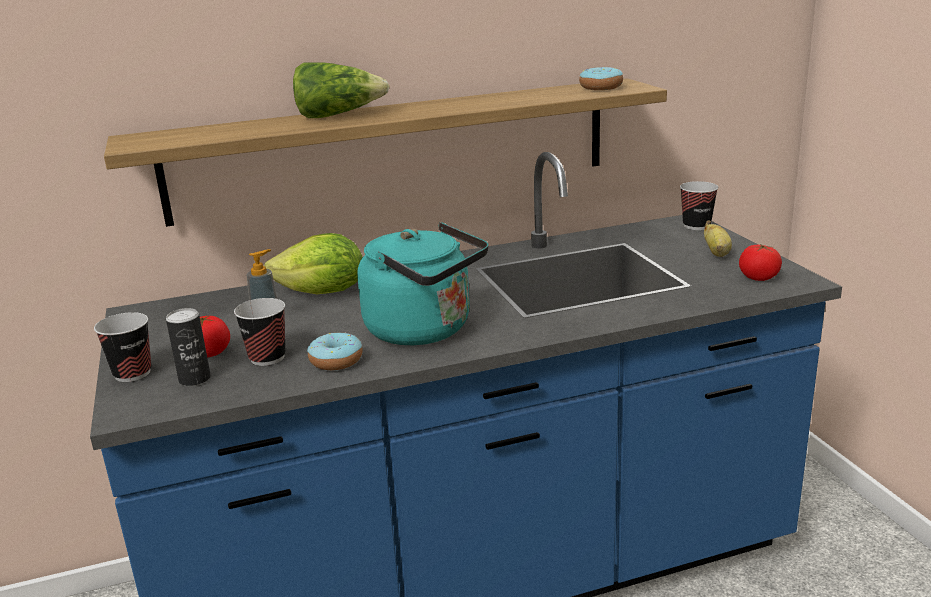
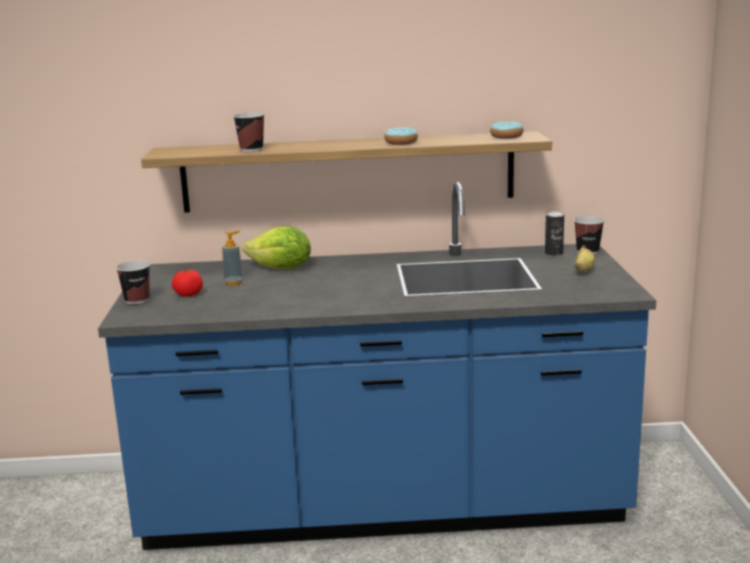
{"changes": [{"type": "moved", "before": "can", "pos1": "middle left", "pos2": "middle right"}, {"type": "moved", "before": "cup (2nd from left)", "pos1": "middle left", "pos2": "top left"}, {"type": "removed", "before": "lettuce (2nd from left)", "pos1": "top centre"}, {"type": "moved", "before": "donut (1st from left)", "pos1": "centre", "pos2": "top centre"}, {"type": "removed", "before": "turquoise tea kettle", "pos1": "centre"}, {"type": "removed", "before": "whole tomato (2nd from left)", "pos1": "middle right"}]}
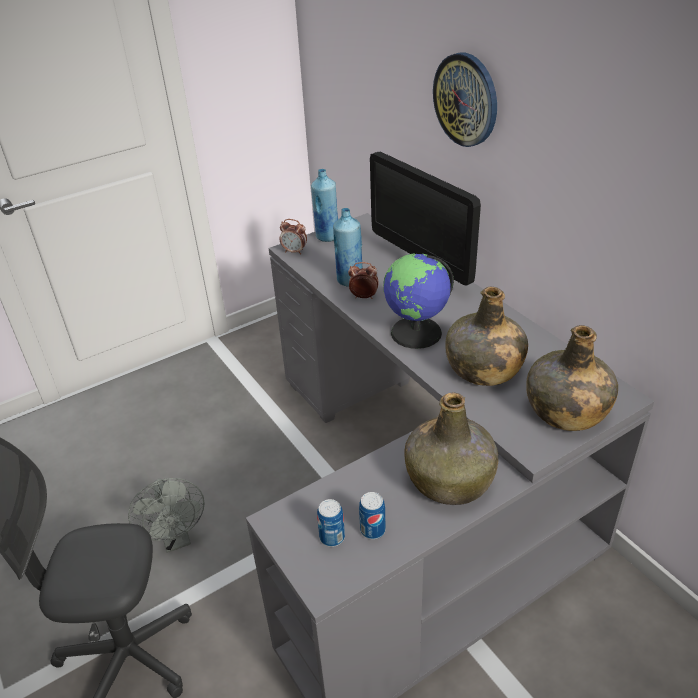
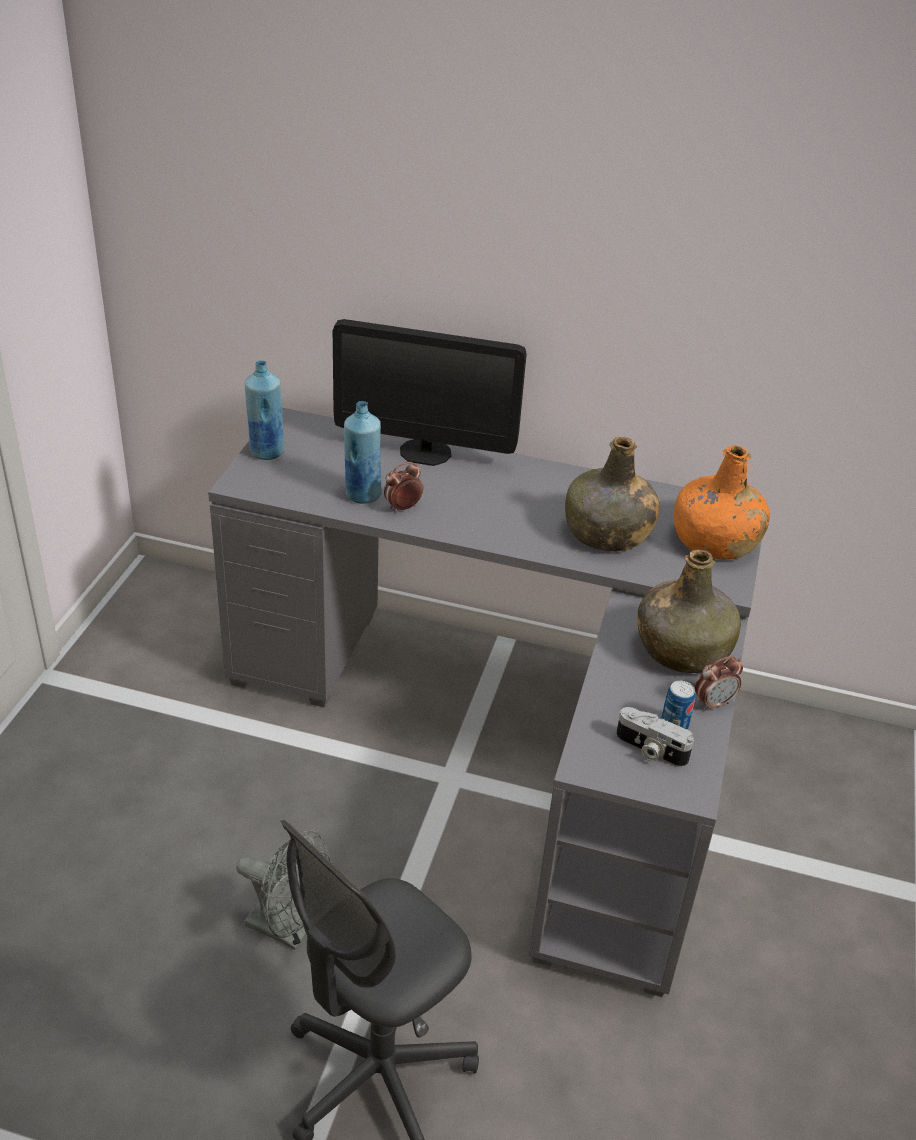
{"changes": [{"type": "moved", "before": "table clock (1st from left in the first image)", "after": "table clock (2nd from left)", "pos1": "centre", "pos2": "middle right"}, {"type": "replaced", "before": "can (1st from left)", "after": "still camera", "pos1": "bottom centre", "pos2": "middle right"}, {"type": "removed", "before": "world globe", "pos1": "centre"}, {"type": "removed", "before": "clock on the wall", "pos1": "top centre"}, {"type": "recoloured", "before": "green-coloured bottle (3rd from left)", "after": "orange bottle", "pos1": "middle right", "pos2": "middle right"}]}
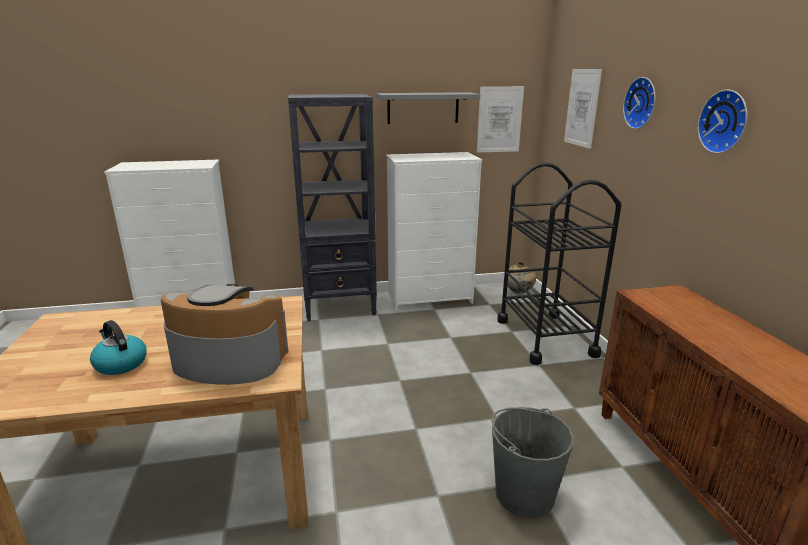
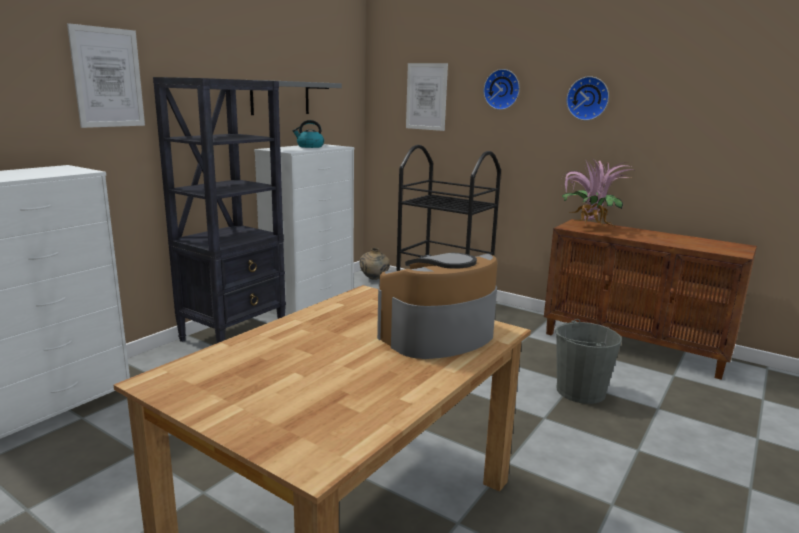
{"changes": [{"type": "moved", "before": "tea kettle", "pos1": "middle left", "pos2": "top centre"}, {"type": "moved", "before": "wall picture (1st from left)", "pos1": "top centre", "pos2": "top left"}, {"type": "added", "after": "potted plant", "pos2": "middle right"}]}
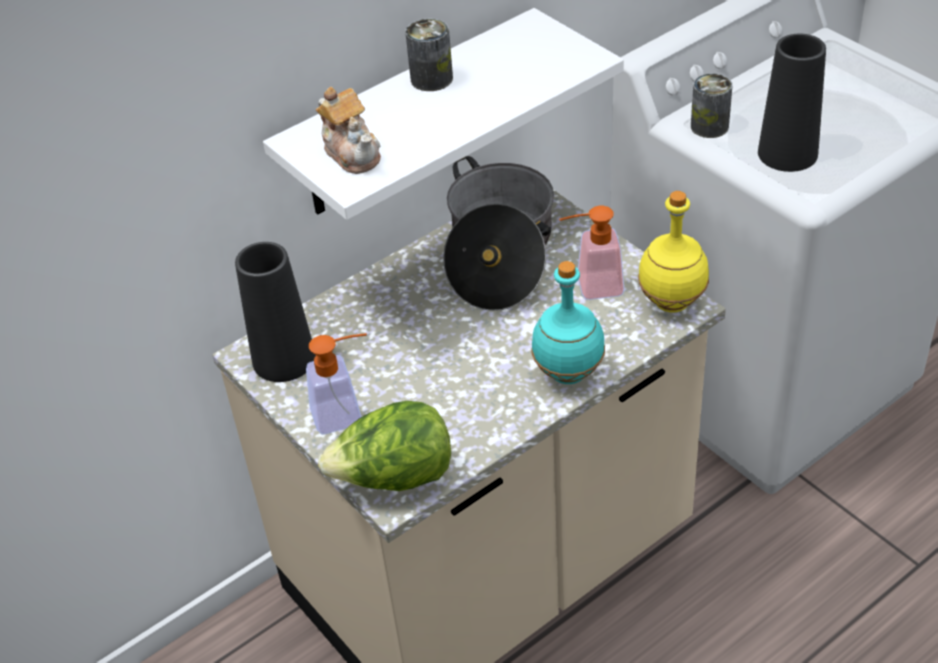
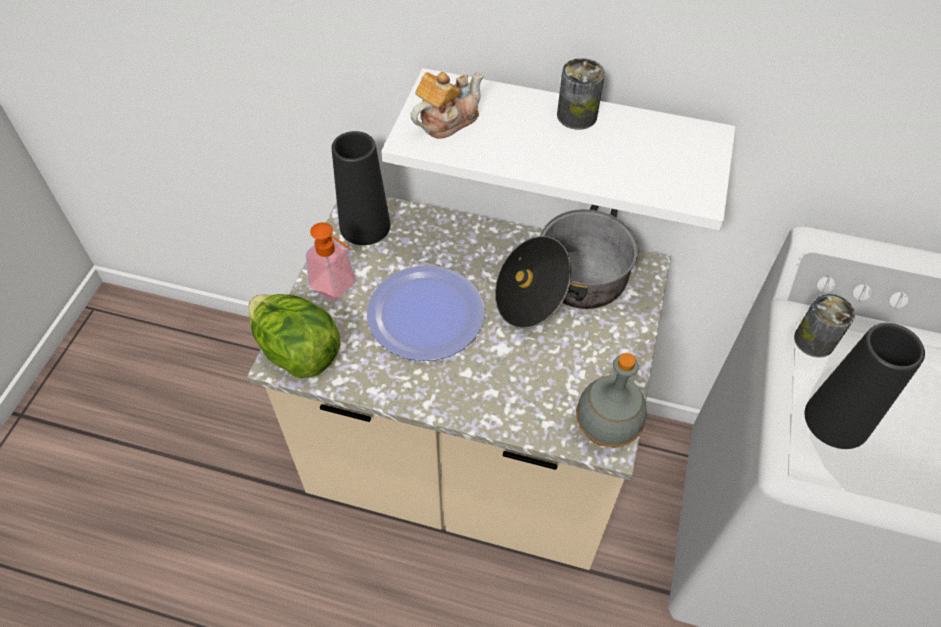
{"changes": [{"type": "turned", "before": "pot for tea", "pos1": "top centre", "pos2": "top centre", "turn": -150}, {"type": "removed", "before": "turquoise bottle", "pos1": "centre"}, {"type": "removed", "before": "soap bottle (2nd from left)", "pos1": "centre"}, {"type": "recoloured", "before": "yellowish bottle", "after": "grey bottle", "pos1": "middle right", "pos2": "centre"}, {"type": "added", "after": "dinner plate", "pos2": "centre"}]}
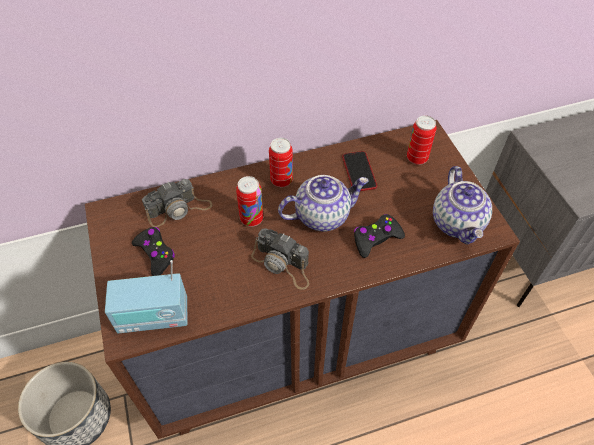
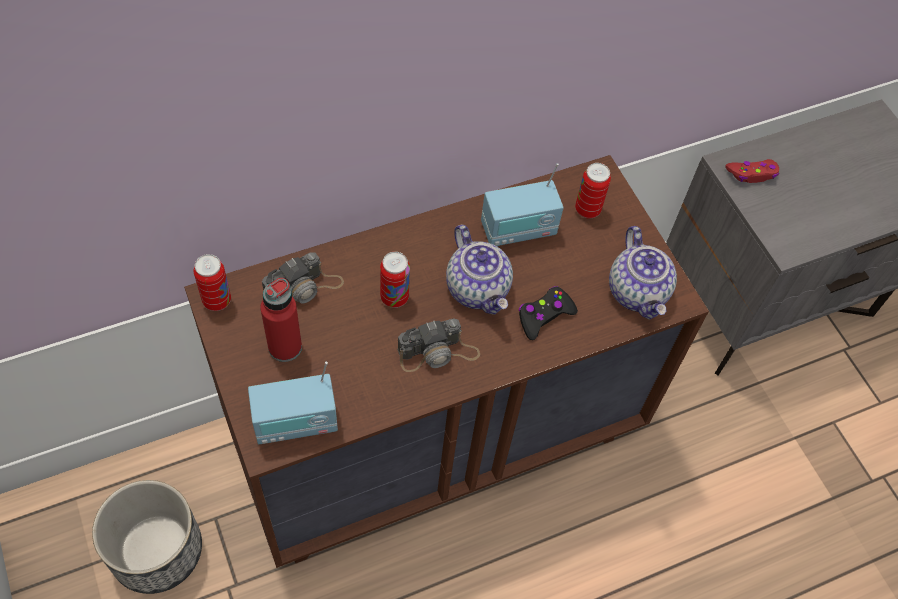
{"changes": [{"type": "replaced", "before": "blackish game controller (1st from left)", "after": "reddish bottle", "pos1": "middle left", "pos2": "middle left"}, {"type": "turned", "before": "still camera (2nd from left)", "pos1": "centre", "pos2": "centre", "turn": -45}, {"type": "moved", "before": "can (2nd from left in the first image)", "after": "can (1st from left)", "pos1": "centre", "pos2": "middle left"}, {"type": "turned", "before": "pot for tea (1st from left)", "pos1": "centre", "pos2": "centre", "turn": 90}, {"type": "replaced", "before": "phone", "after": "radio set (2nd from left)", "pos1": "centre", "pos2": "centre"}, {"type": "added", "after": "reddish game controller", "pos2": "top right"}]}
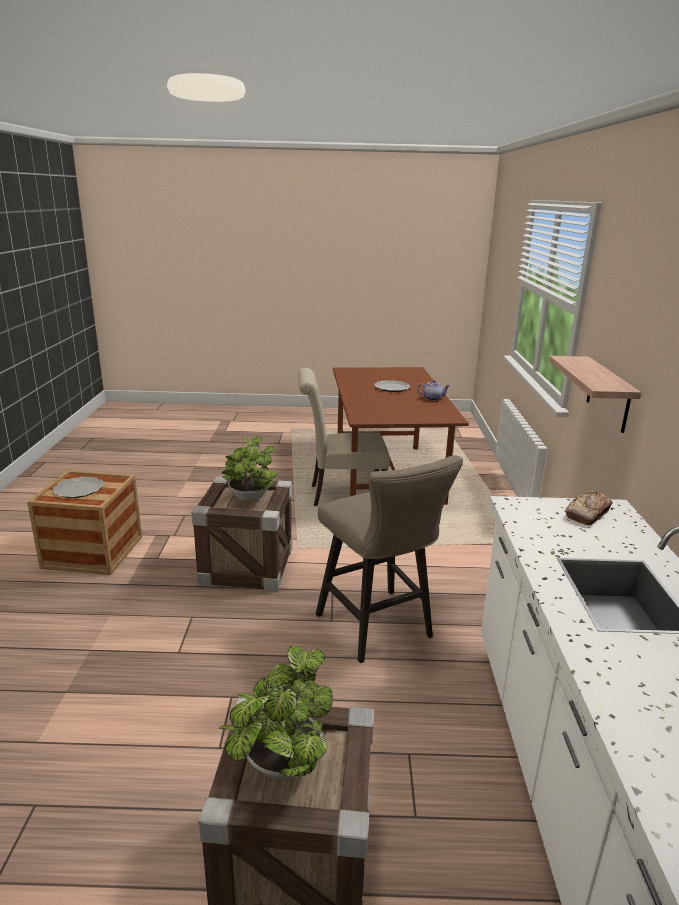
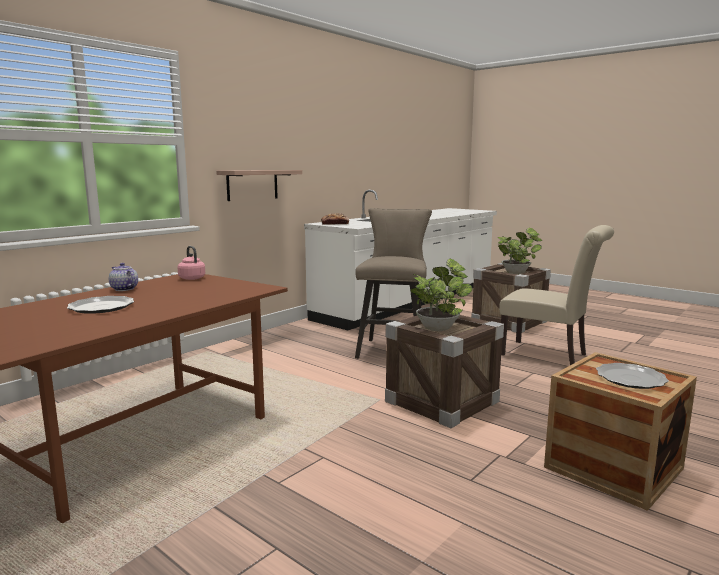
{"changes": [{"type": "moved", "before": "beige plain chair", "pos1": "centre", "pos2": "middle right"}, {"type": "added", "after": "pinkish tea kettle", "pos2": "middle left"}]}
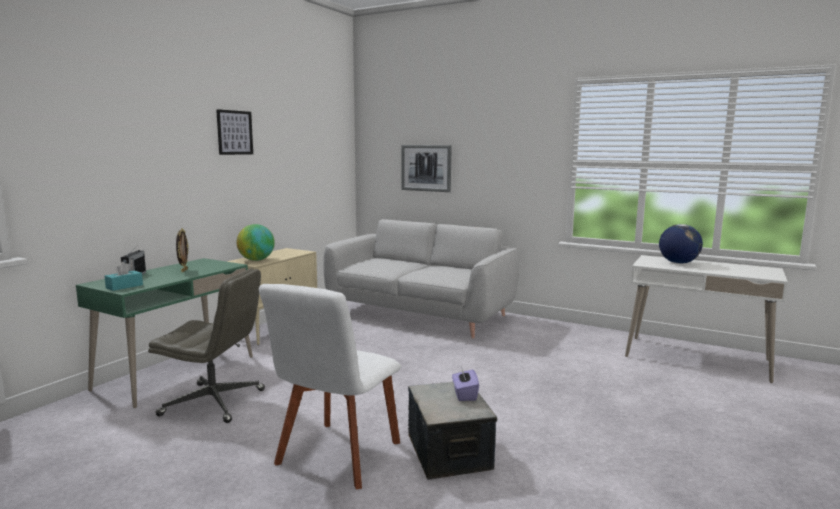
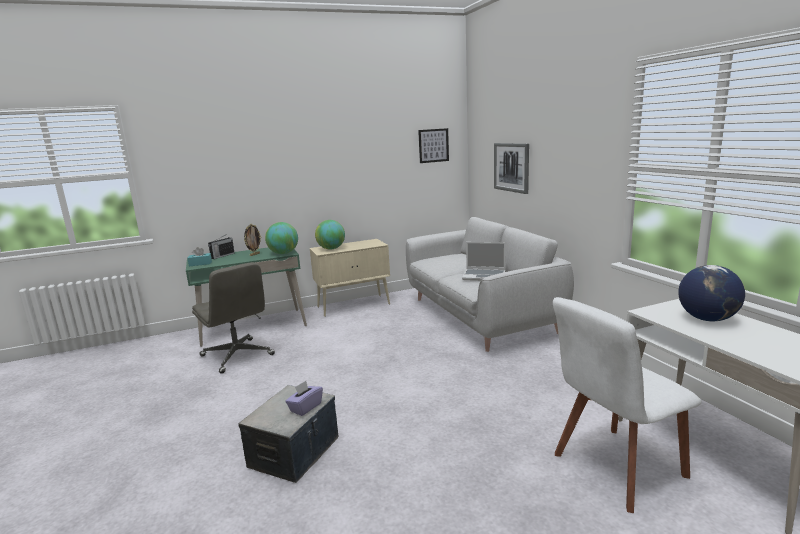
{"changes": [{"type": "moved", "before": "wall picture (1st from left)", "pos1": "top left", "pos2": "top centre"}, {"type": "moved", "before": "white-coloured plain chair", "pos1": "bottom centre", "pos2": "bottom right"}, {"type": "added", "after": "world globe (1st from left)", "pos2": "centre"}, {"type": "added", "after": "notebook computer", "pos2": "centre"}]}
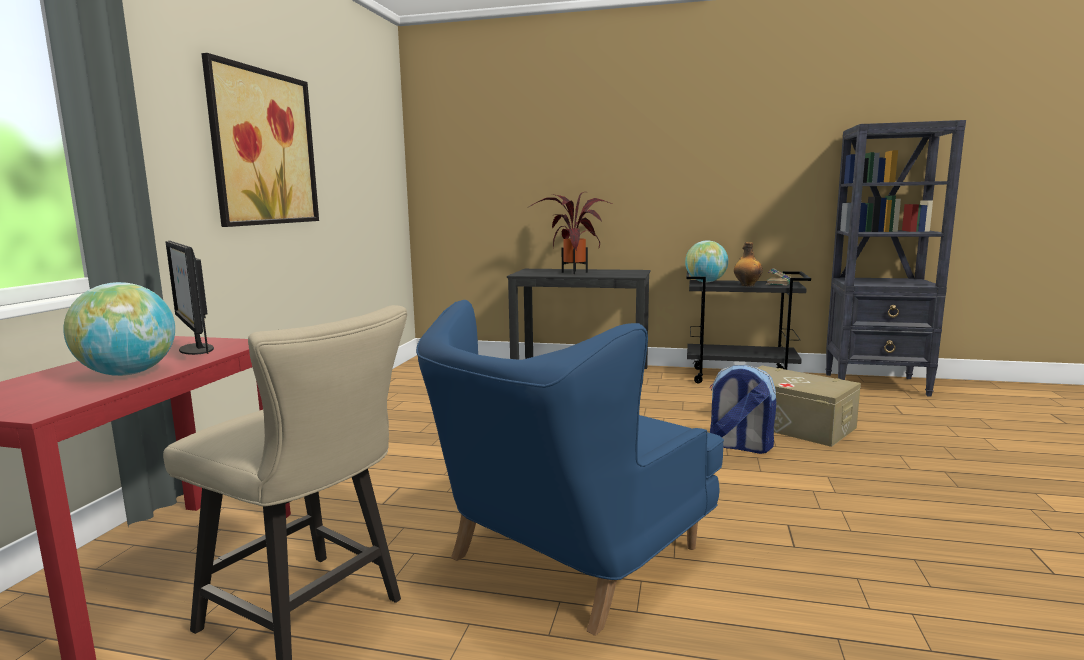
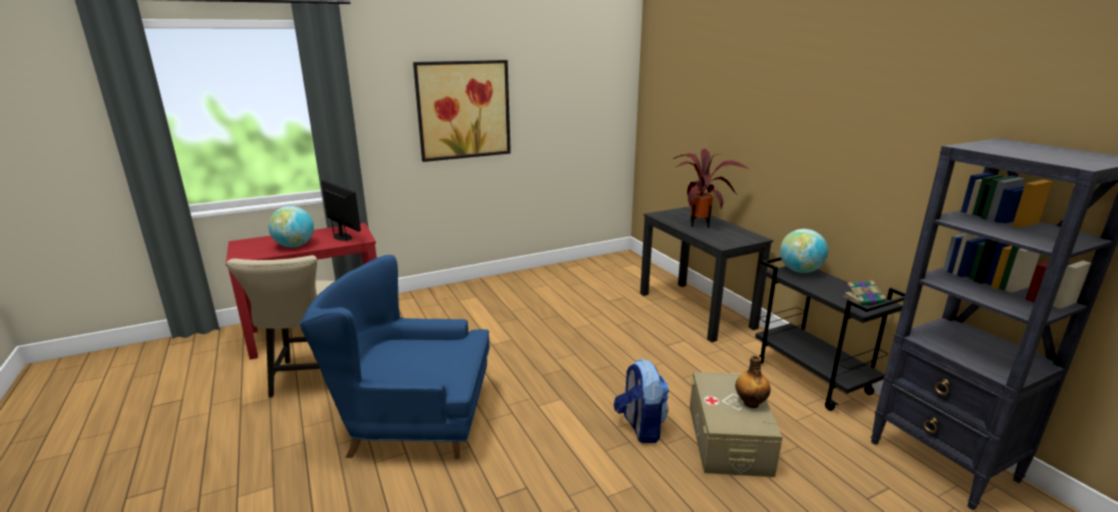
{"changes": [{"type": "turned", "before": "monitor", "pos1": "middle left", "pos2": "middle left", "turn": 120}, {"type": "moved", "before": "bottle", "pos1": "middle right", "pos2": "bottom right"}]}
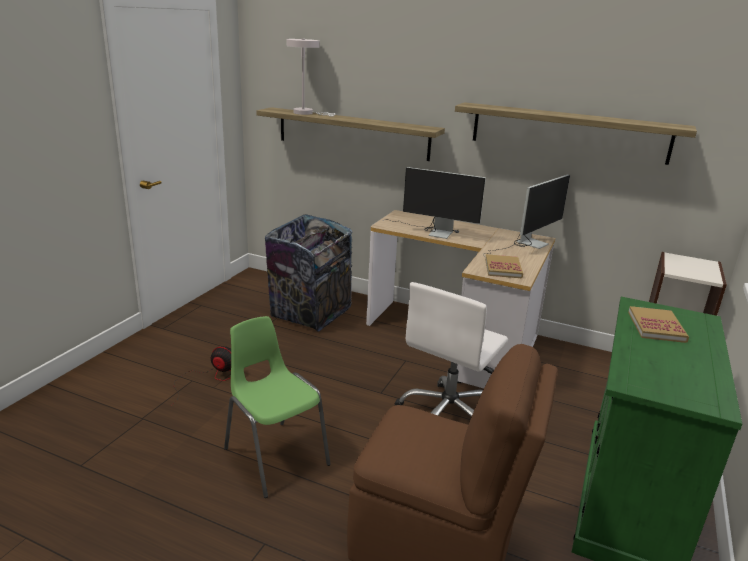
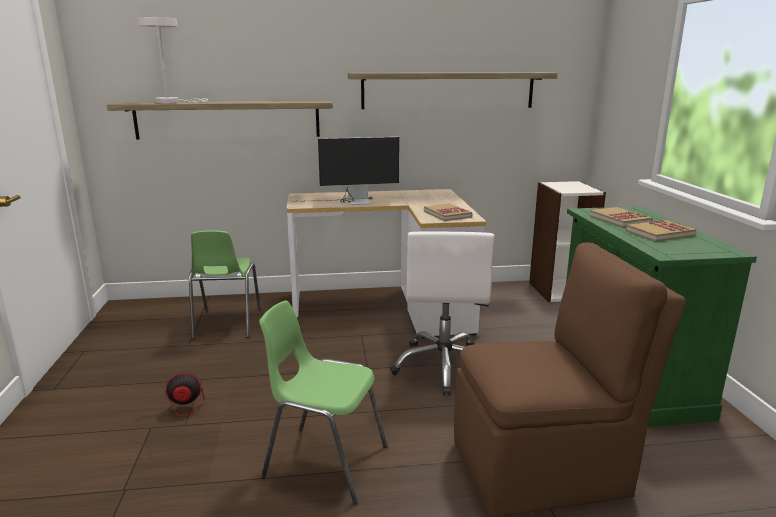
{"changes": [{"type": "replaced", "before": "rubbish bin", "after": "green-coloured plain chair (1st from left)", "pos1": "centre", "pos2": "middle left"}, {"type": "removed", "before": "monitor (2nd from left)", "pos1": "middle right"}, {"type": "added", "after": "bound book (3rd from left)", "pos2": "middle right"}]}
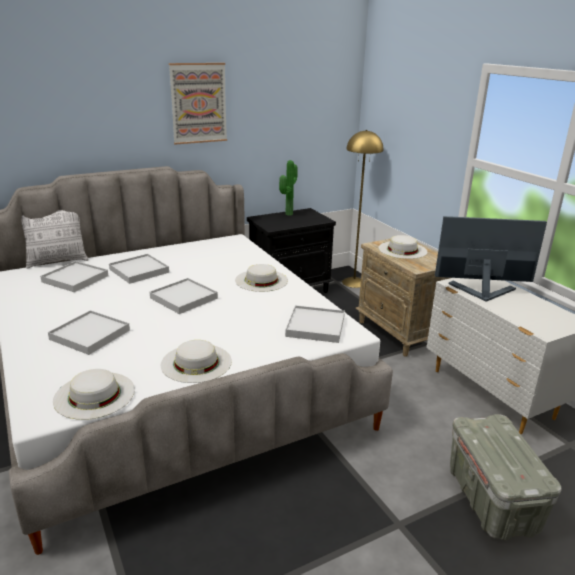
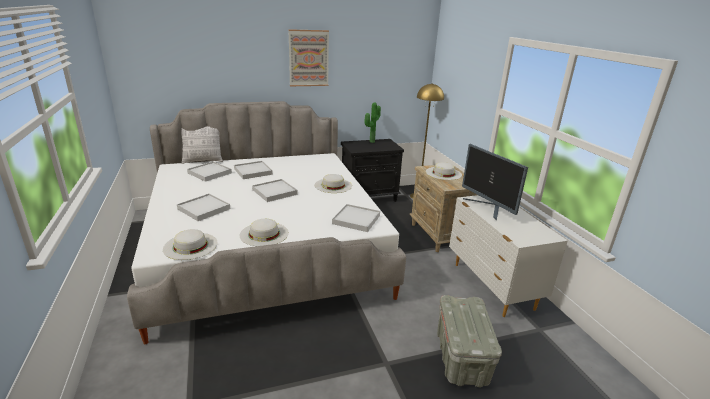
{"changes": [{"type": "turned", "before": "monitor", "pos1": "middle right", "pos2": "middle right", "turn": -135}]}
